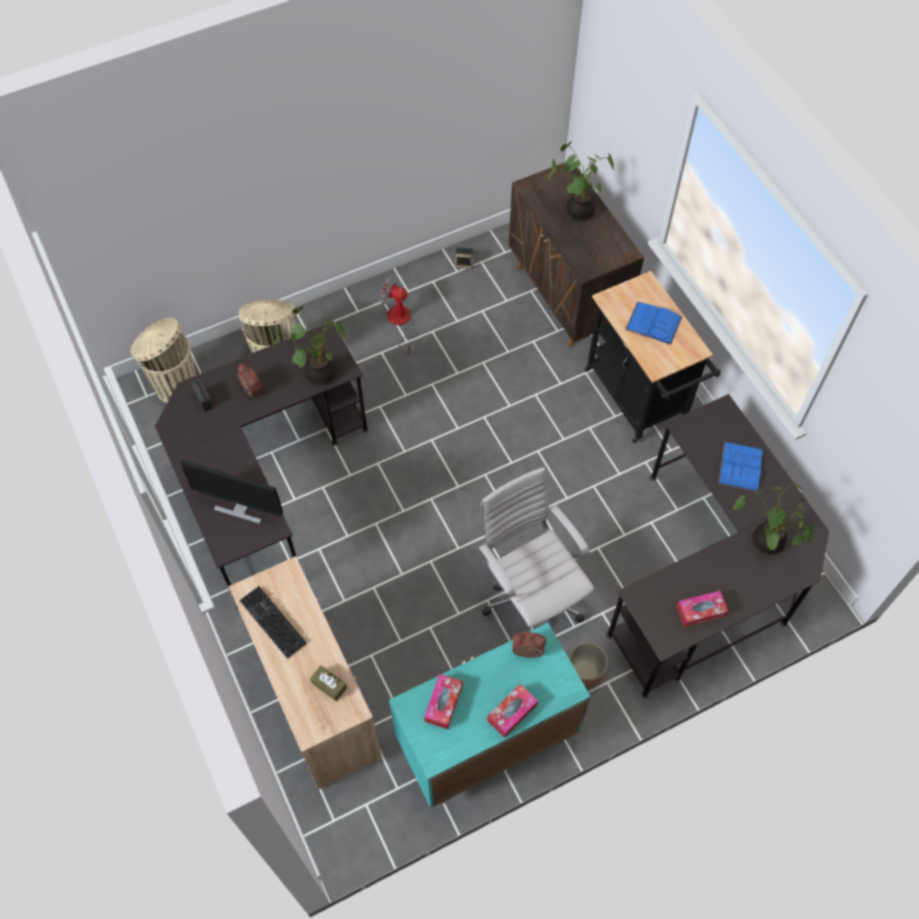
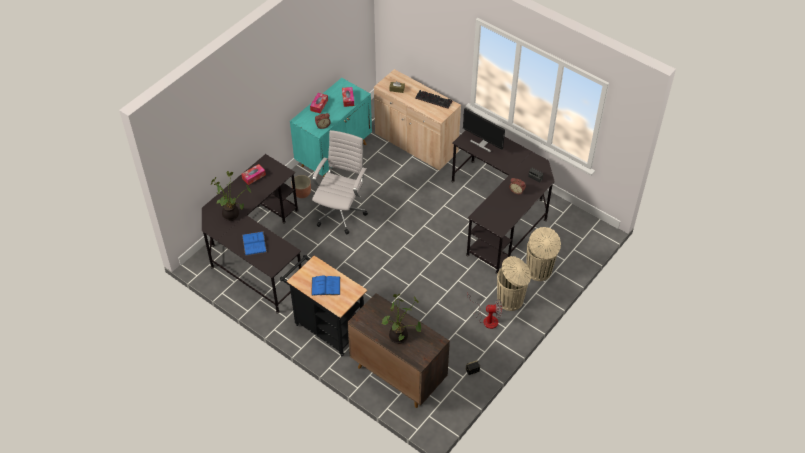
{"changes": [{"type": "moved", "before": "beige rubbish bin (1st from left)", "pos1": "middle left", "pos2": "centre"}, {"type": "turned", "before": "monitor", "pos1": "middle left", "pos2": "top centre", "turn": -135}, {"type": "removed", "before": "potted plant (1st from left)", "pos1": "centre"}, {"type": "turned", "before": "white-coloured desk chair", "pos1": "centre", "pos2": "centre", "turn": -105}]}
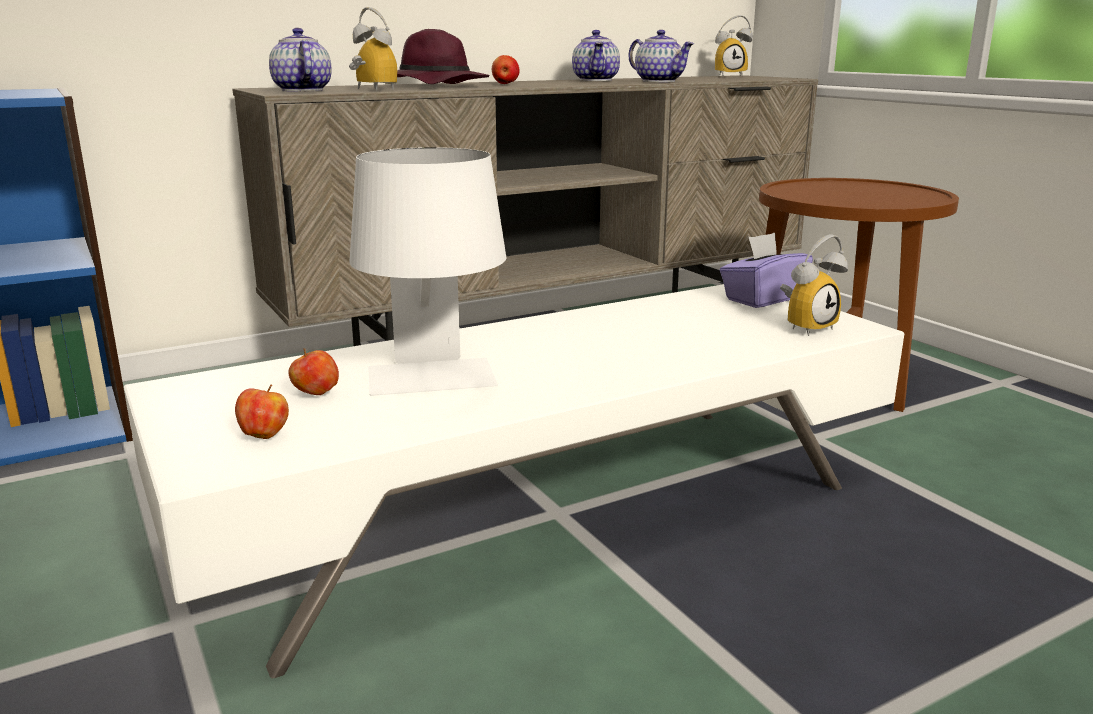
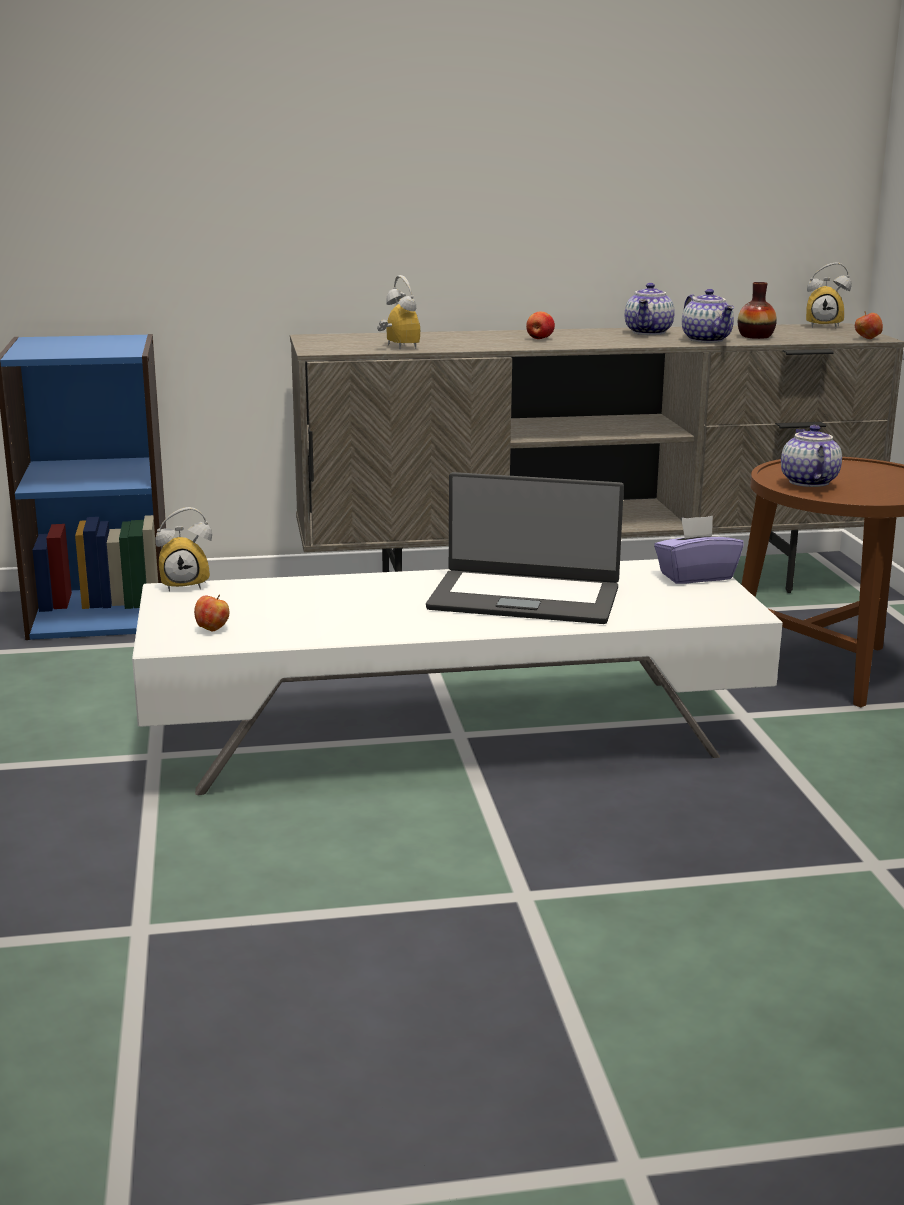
{"changes": [{"type": "moved", "before": "pot for tea (1st from left in the first image)", "after": "pot for tea (3rd from left)", "pos1": "top left", "pos2": "middle right"}, {"type": "moved", "before": "whole apple (2nd from left in the first image)", "after": "whole apple (3rd from left)", "pos1": "middle left", "pos2": "top right"}, {"type": "removed", "before": "white-coloured lamp for a table", "pos1": "centre"}, {"type": "removed", "before": "purplish wearable hat", "pos1": "top centre"}, {"type": "moved", "before": "table clock (3rd from left in the first image)", "after": "table clock (1st from left)", "pos1": "middle right", "pos2": "middle left"}, {"type": "added", "after": "notebook computer", "pos2": "centre"}, {"type": "added", "after": "flower vase", "pos2": "top right"}]}
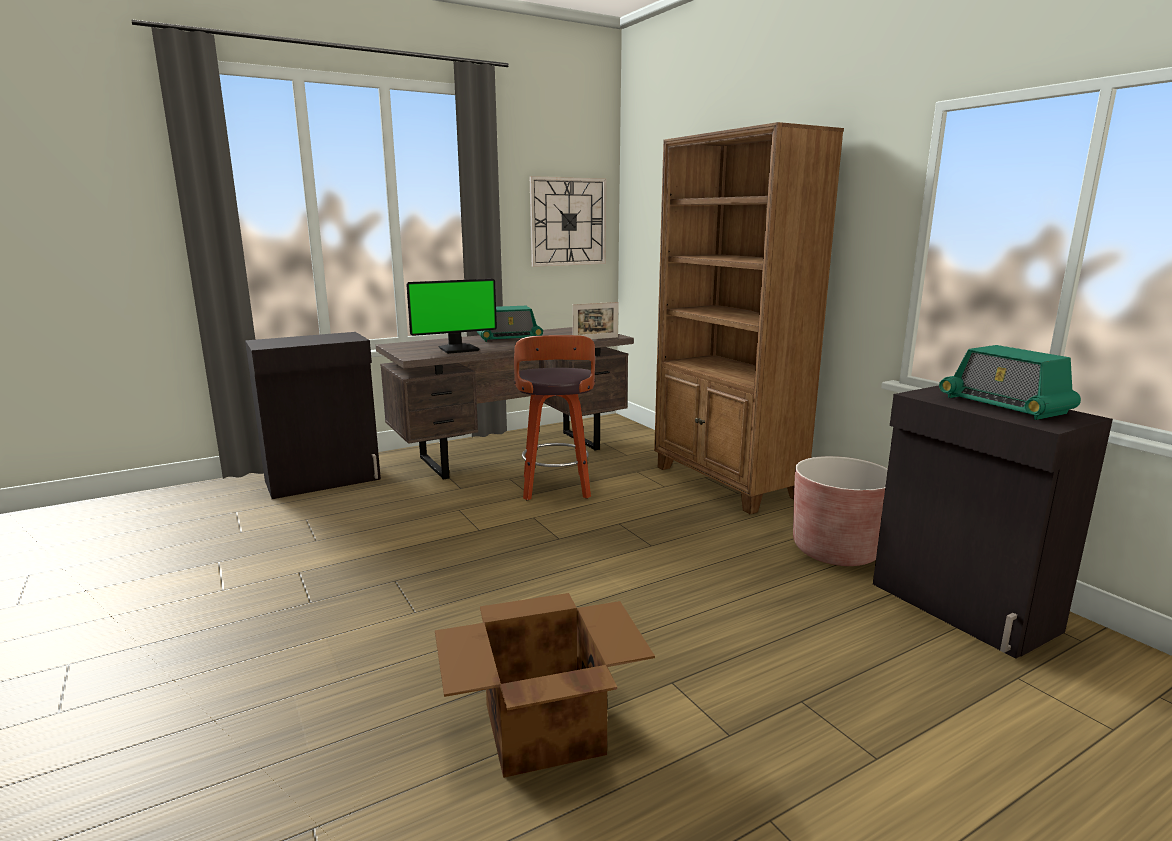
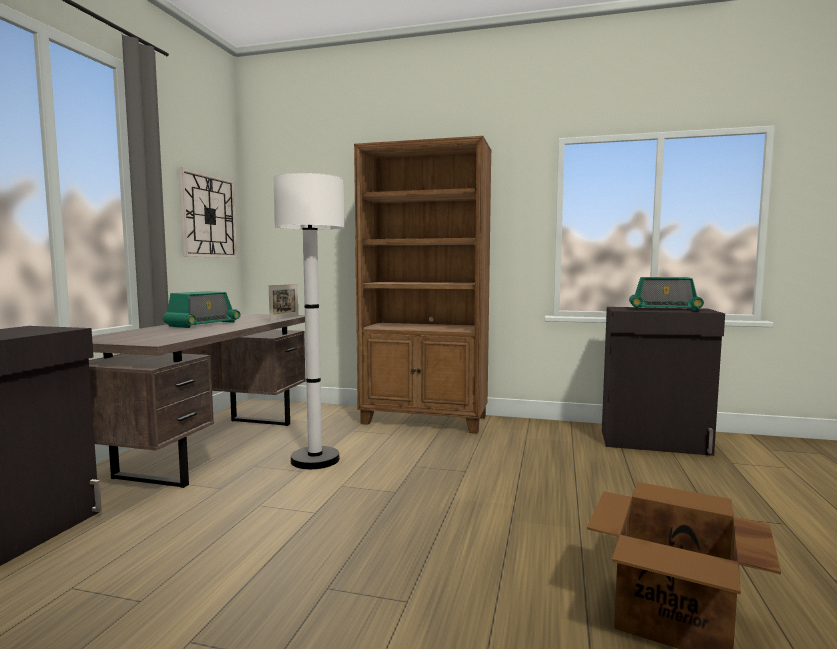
{"changes": [{"type": "removed", "before": "monitor", "pos1": "centre"}, {"type": "replaced", "before": "sitting stool", "after": "white-coloured floor lamp", "pos1": "centre", "pos2": "centre"}, {"type": "removed", "before": "brown plant pot", "pos1": "middle right"}]}
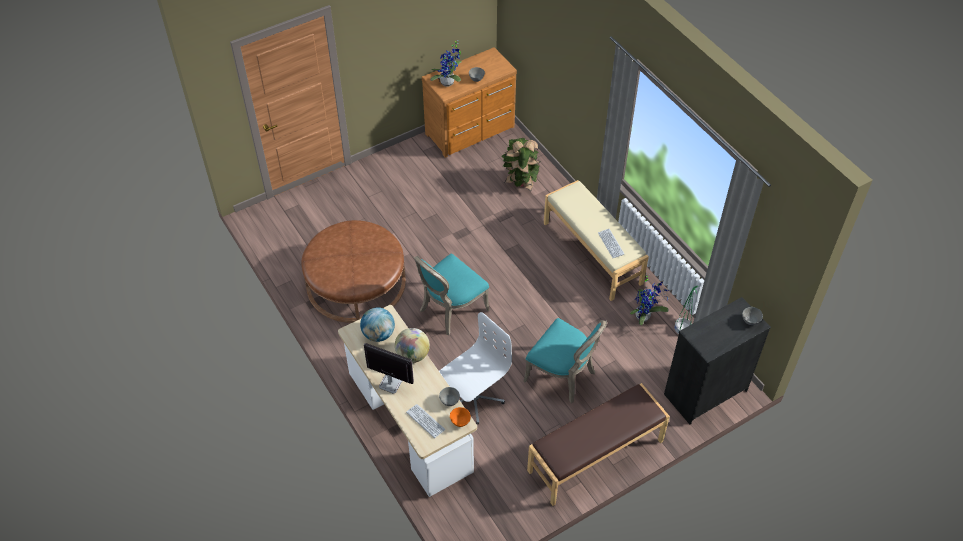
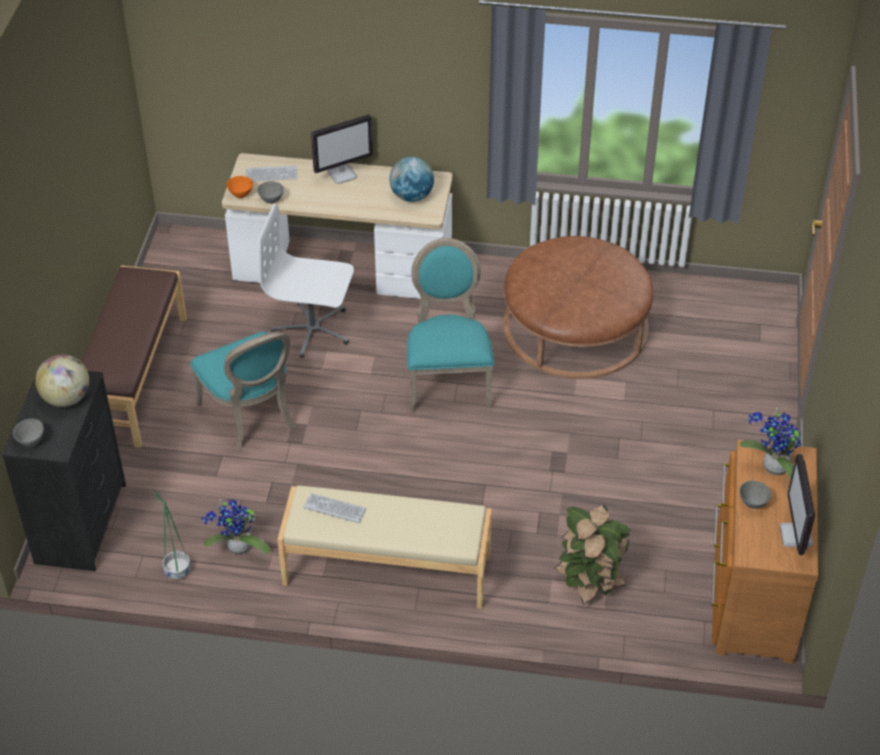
{"changes": [{"type": "moved", "before": "world globe (2nd from left in the first image)", "after": "world globe (1st from left)", "pos1": "centre", "pos2": "middle left"}, {"type": "turned", "before": "white-coloured desk chair", "pos1": "bottom centre", "pos2": "centre", "turn": 105}, {"type": "turned", "before": "turquoise plain chair (2nd from left in the first image)", "pos1": "centre", "pos2": "middle left", "turn": -105}, {"type": "added", "after": "monitor (2nd from left)", "pos2": "bottom right"}]}
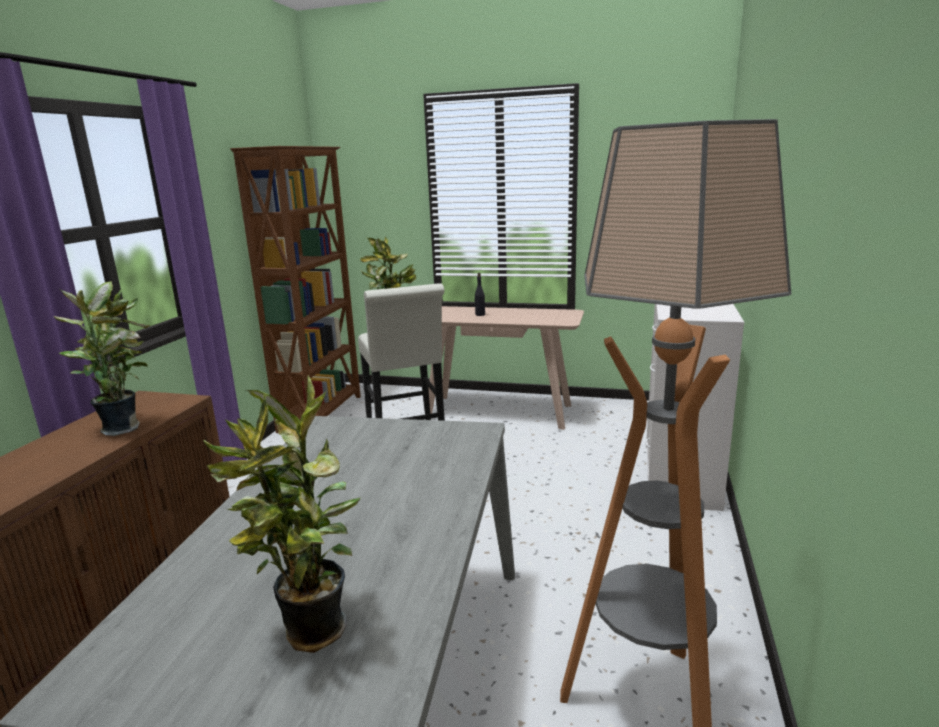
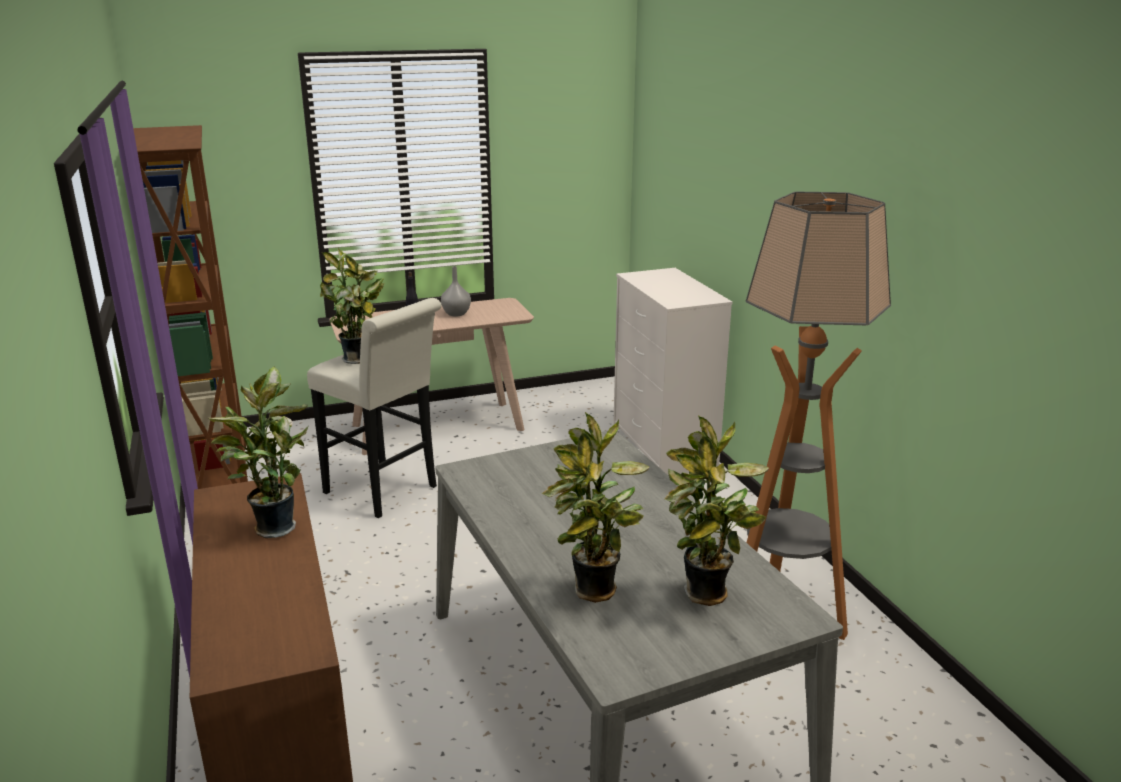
{"changes": [{"type": "added", "after": "grey flower vase", "pos2": "centre"}, {"type": "added", "after": "potted plant (3rd from left)", "pos2": "centre"}]}
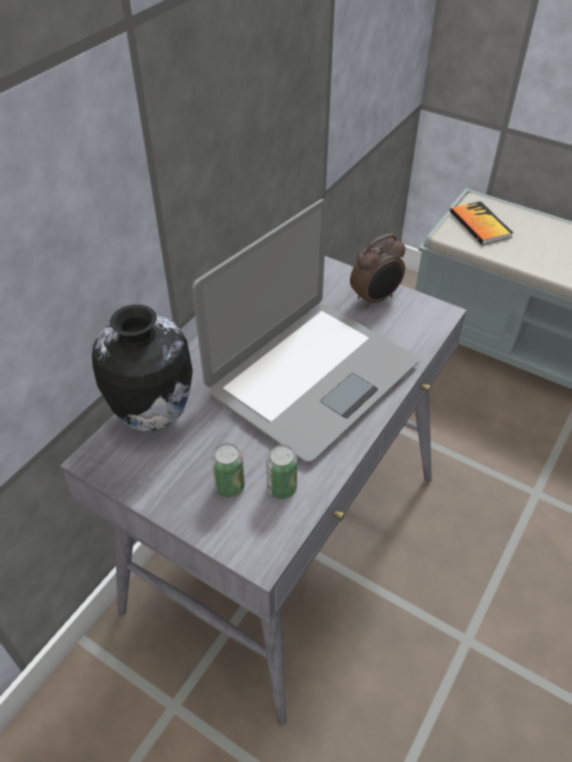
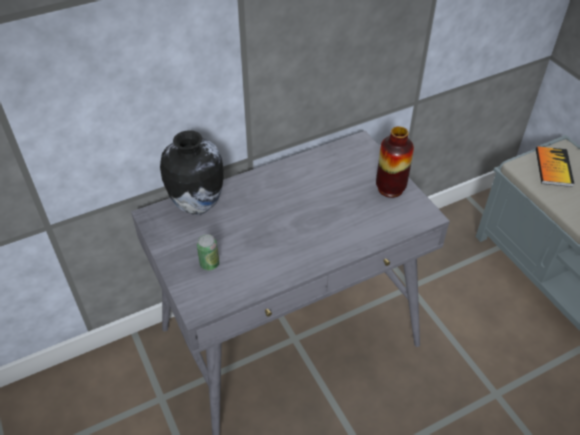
{"changes": [{"type": "removed", "before": "notebook computer", "pos1": "centre"}, {"type": "removed", "before": "can (2nd from left)", "pos1": "centre"}, {"type": "replaced", "before": "table clock", "after": "flower vase (2nd from left)", "pos1": "centre", "pos2": "middle right"}]}
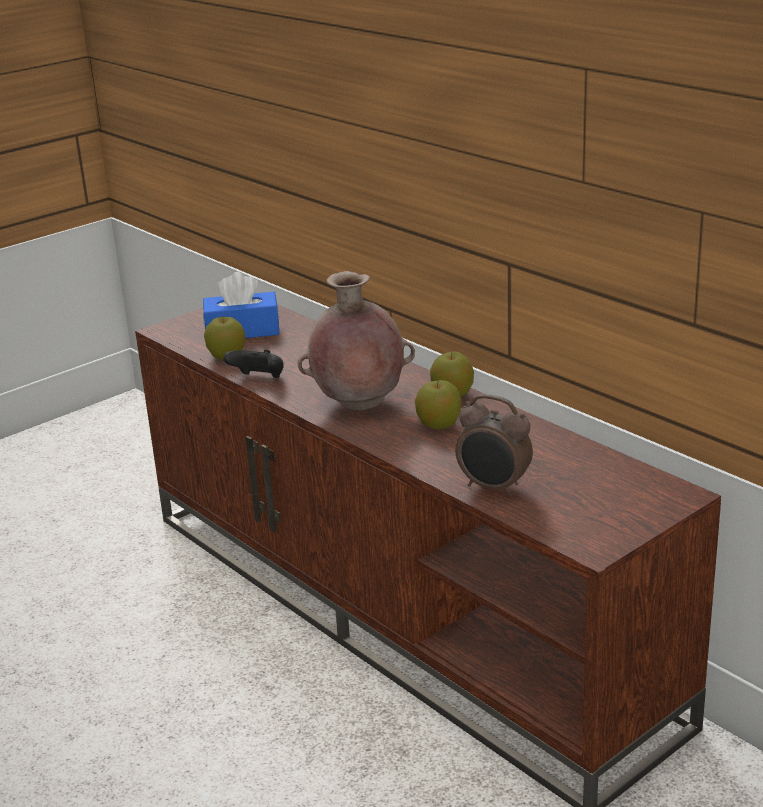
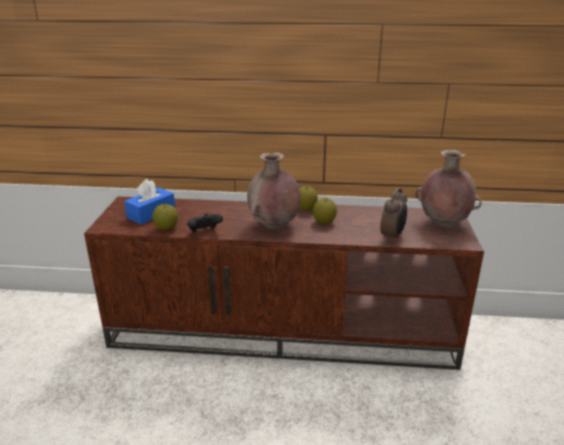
{"changes": [{"type": "turned", "before": "table clock", "pos1": "centre", "pos2": "middle right", "turn": -45}, {"type": "added", "after": "brown flower vase (2nd from left)", "pos2": "middle right"}]}
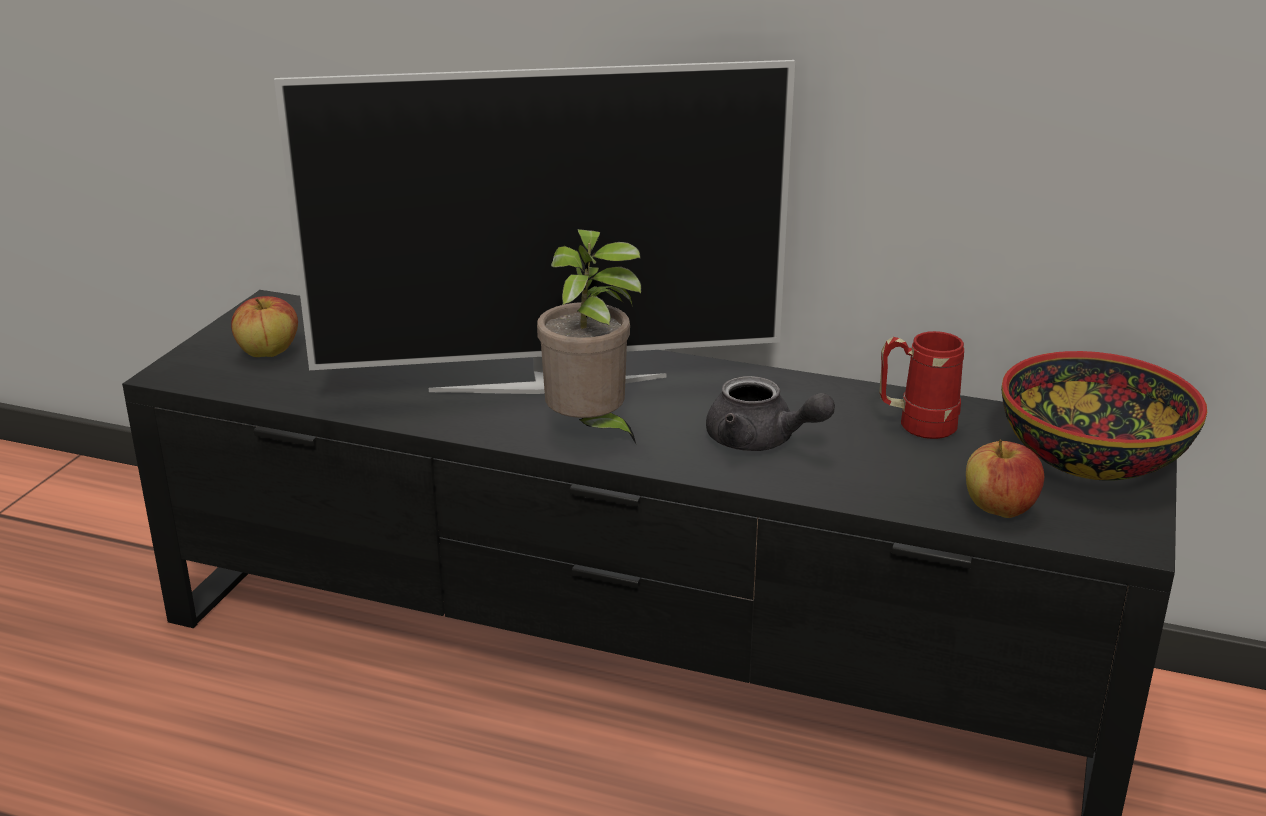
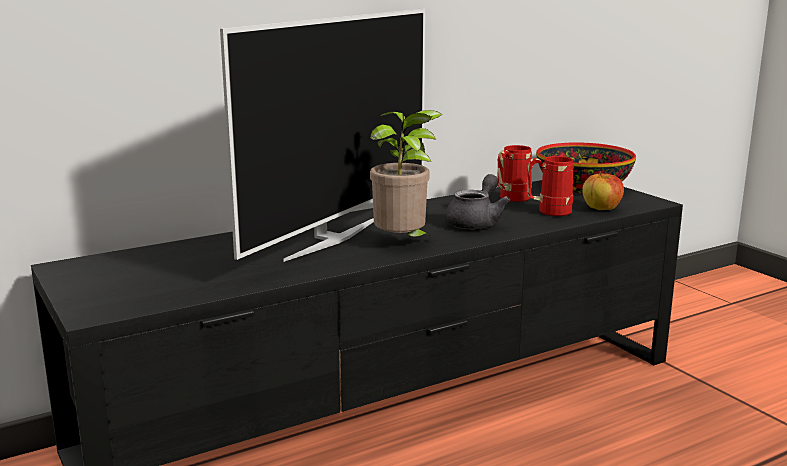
{"changes": [{"type": "removed", "before": "whole apple (1st from left)", "pos1": "middle left"}, {"type": "turned", "before": "grey pot for tea", "pos1": "centre", "pos2": "centre", "turn": -45}, {"type": "added", "after": "reddish coffee mug (2nd from left)", "pos2": "middle right"}]}
